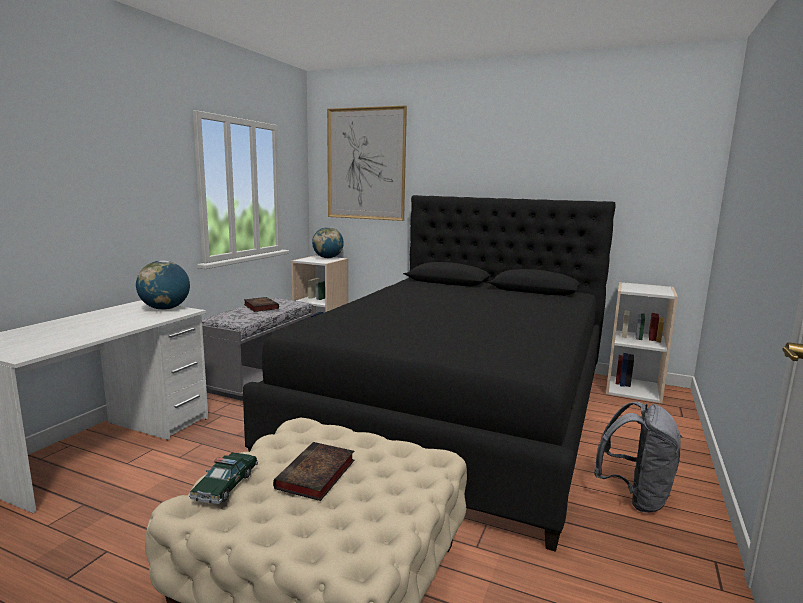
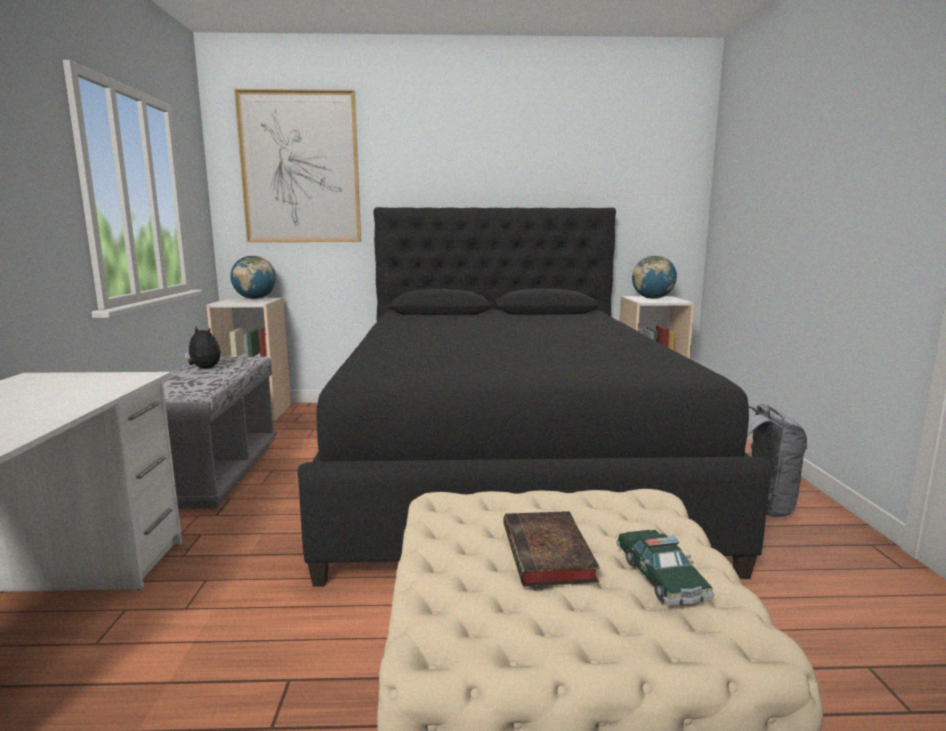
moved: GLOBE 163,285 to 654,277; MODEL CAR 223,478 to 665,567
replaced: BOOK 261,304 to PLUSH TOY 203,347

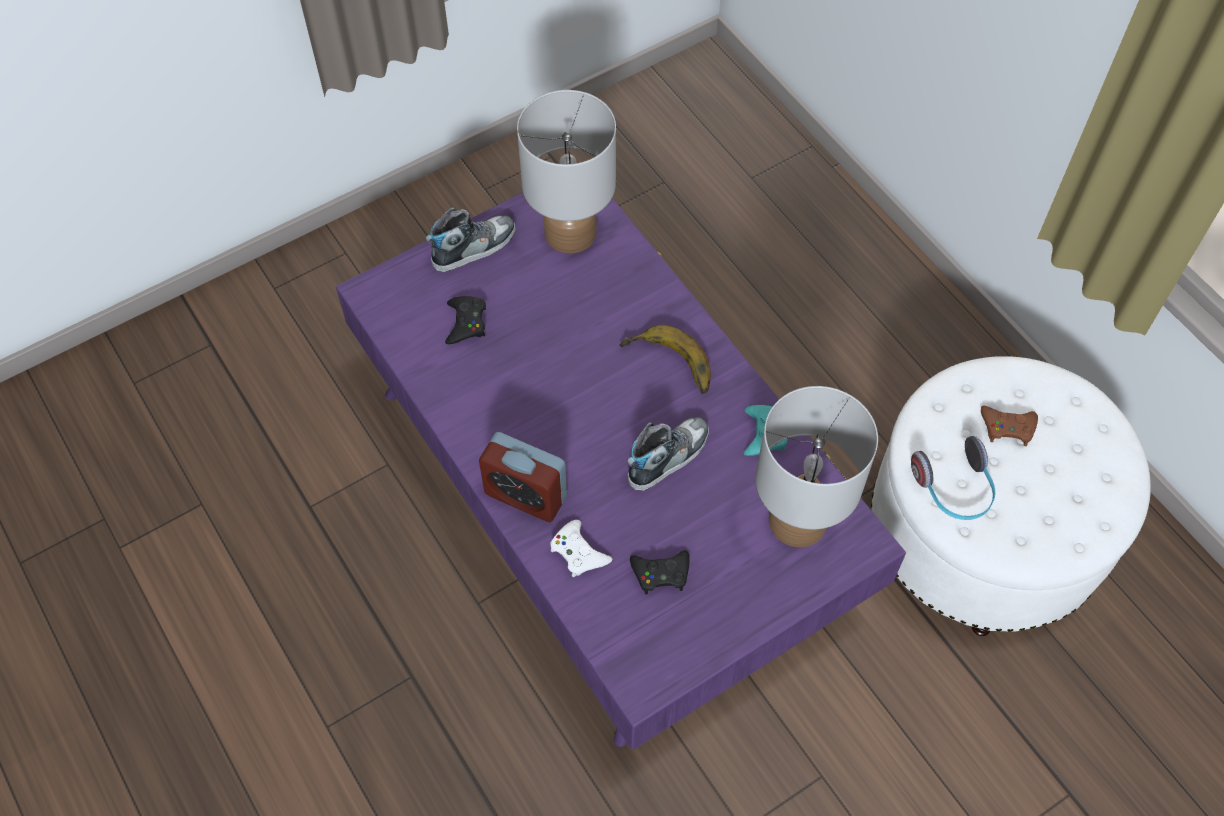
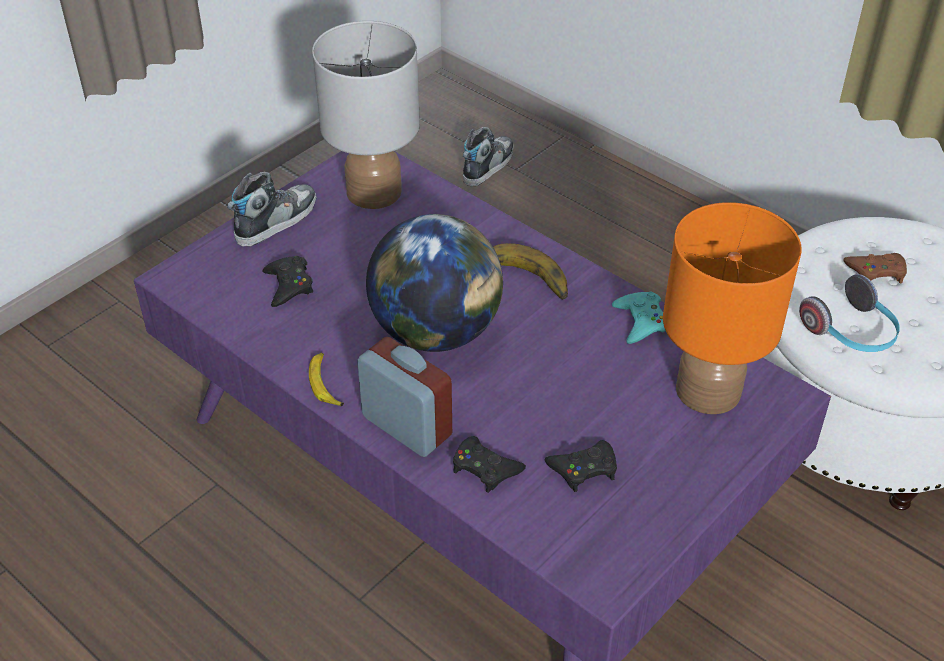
added: BANANA 326,379; GLOBE 434,283
moved: LOW SHOE 668,454 to 488,156
recoloured: WHITE-COLOURED GAME CONTROLLER 581,548 to BLACKISH GAME CONTROLLER 489,464; GRAY TABLE LAMP 816,466 to ORANGEY TABLE LAMP 732,308
turned: BEDSIDE CLOCK 523,477 = 404,397 150 degrees counterclockwise

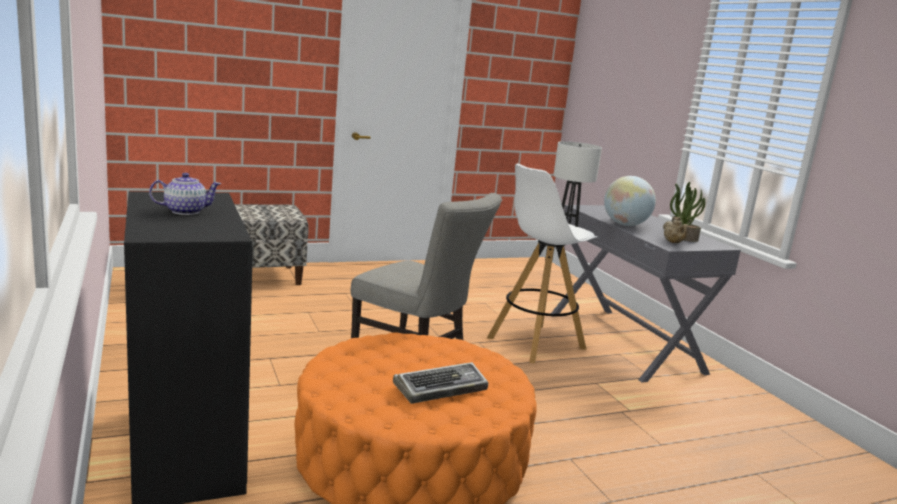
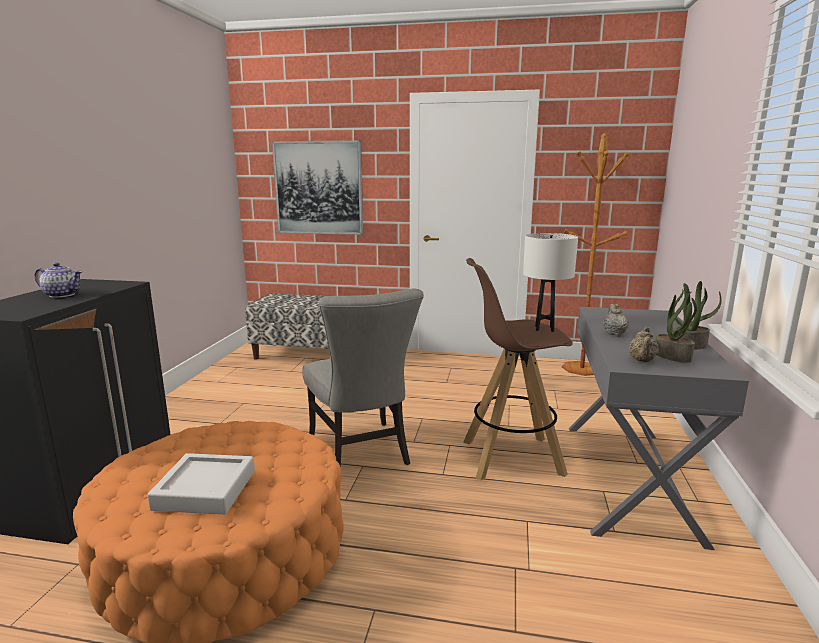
added: WALL ART 317,187; ORANGEY CLOTHES RACK 595,254
replaced: PC KEYBOARD 440,383 to GRAY CARRYING TRAY 201,484; GLOBE 630,201 to SAND-COLOURED TEAPOT 616,320
recoloured: WHITE-COLOURED SITTING STOOL 542,263 to BROWN-COLOURED SITTING STOOL 518,369

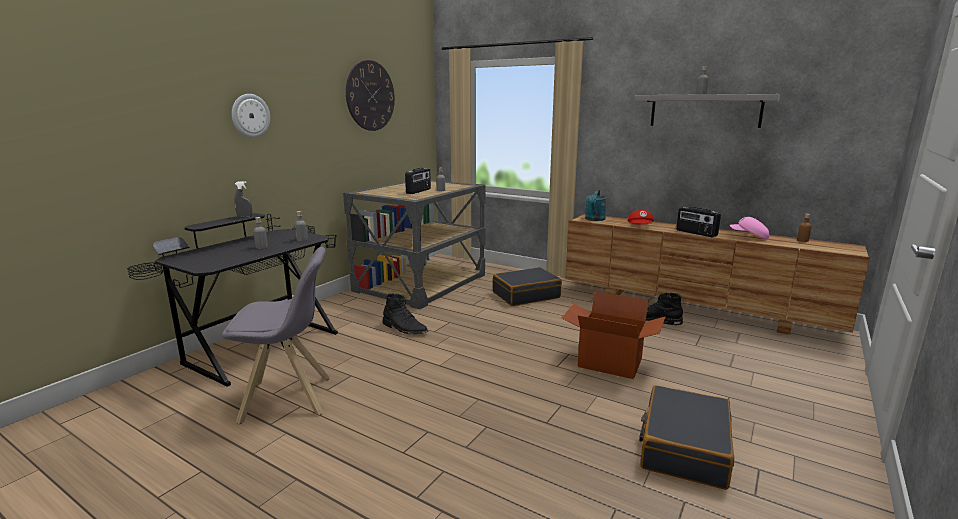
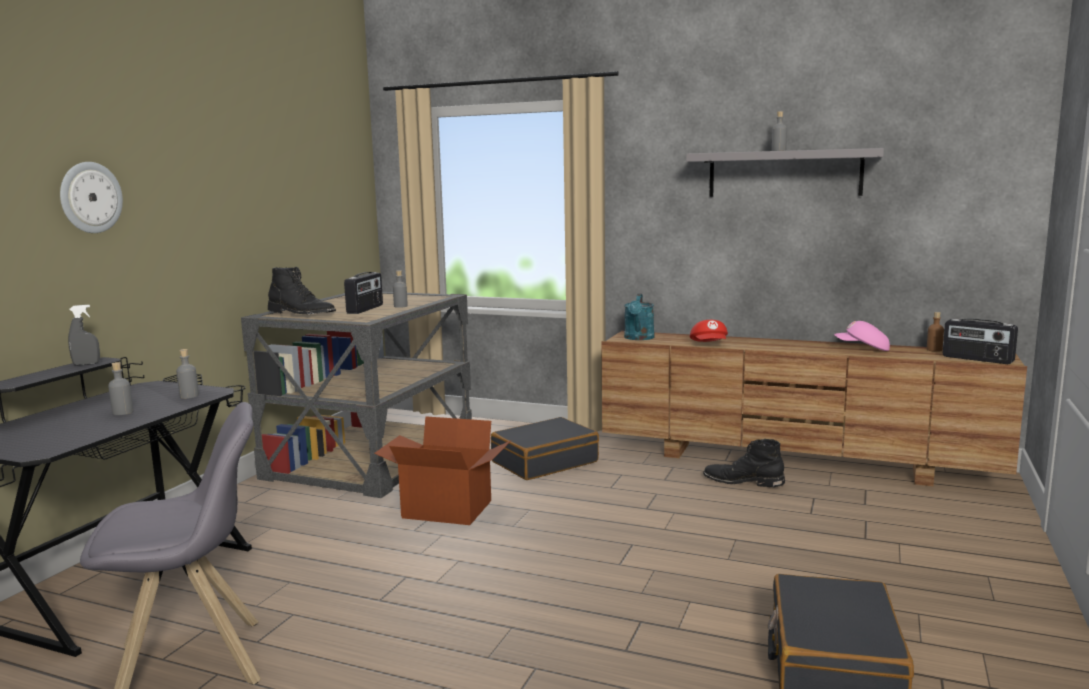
removed: CLOCK ON THE WALL 370,95
moved: BLACKISH TALL BOOT 405,313 to 302,290; PACKING BOX 614,335 to 442,470; RADIO SET 698,222 to 980,341

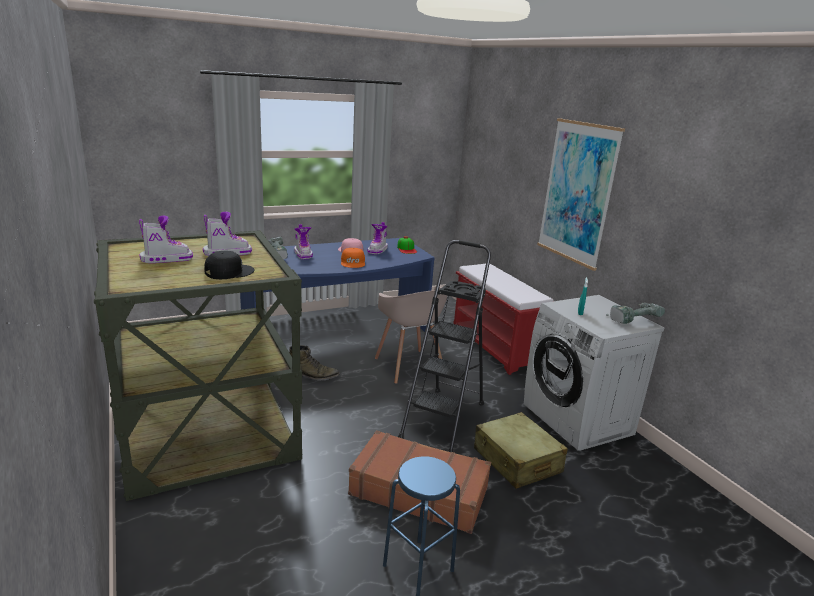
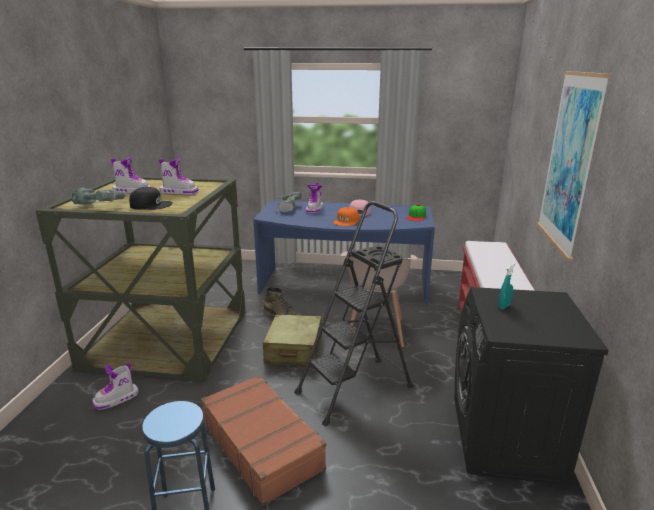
moved: TALL BOOT 377,238 to 115,386; SAND-COLOURED PIECE OF LUGGAGE 521,450 to 292,340; ELECTRIC DRILL 635,313 to 100,196
recoloured: WHITE-COLOURED LAUNDRY APPLIANCE 594,373 to BLACKISH LAUNDRY APPLIANCE 532,386

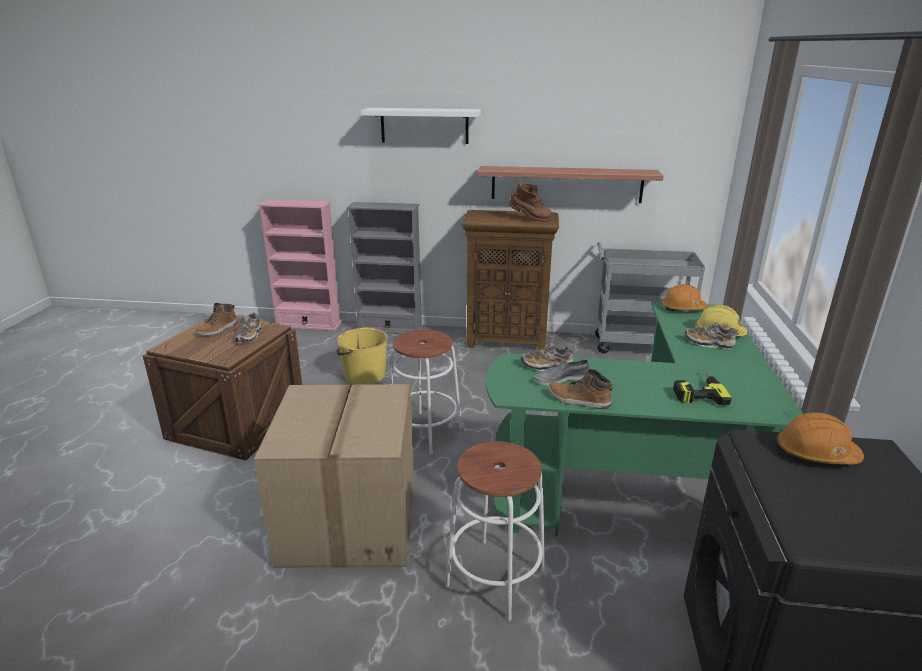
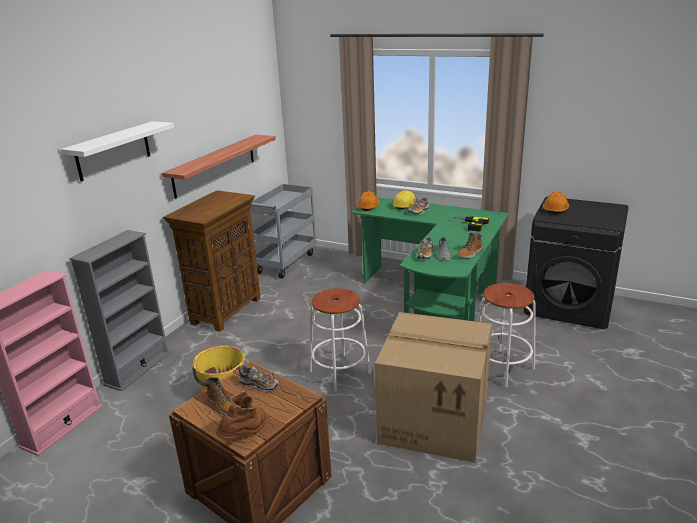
moved: BROWN-COLOURED TALL BOOT 531,202 to 241,415

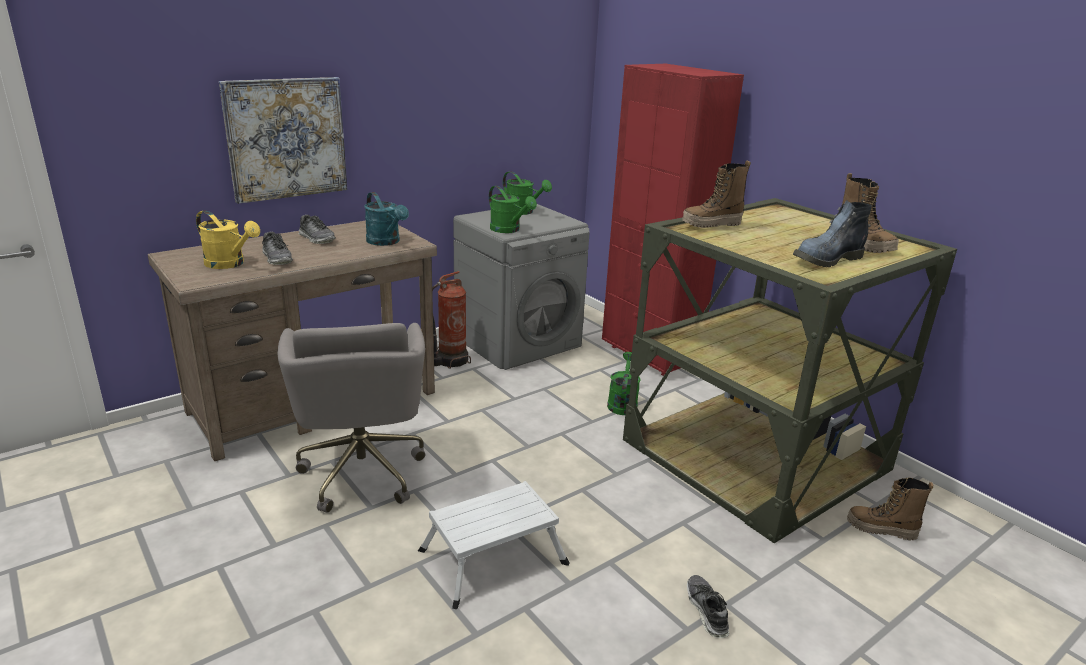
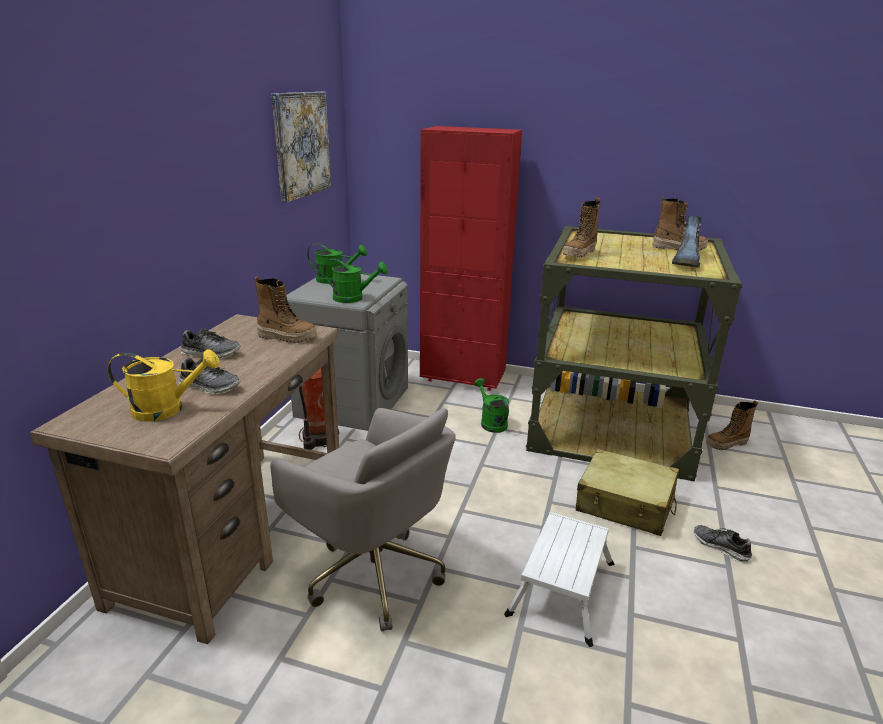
added: SAND-COLOURED PIECE OF LUGGAGE 627,492
moved: WALL ART 283,140 to 302,147
replaced: BLUE-GREEN SPRINKLING CAN 386,219 to TALL BOOT 285,310

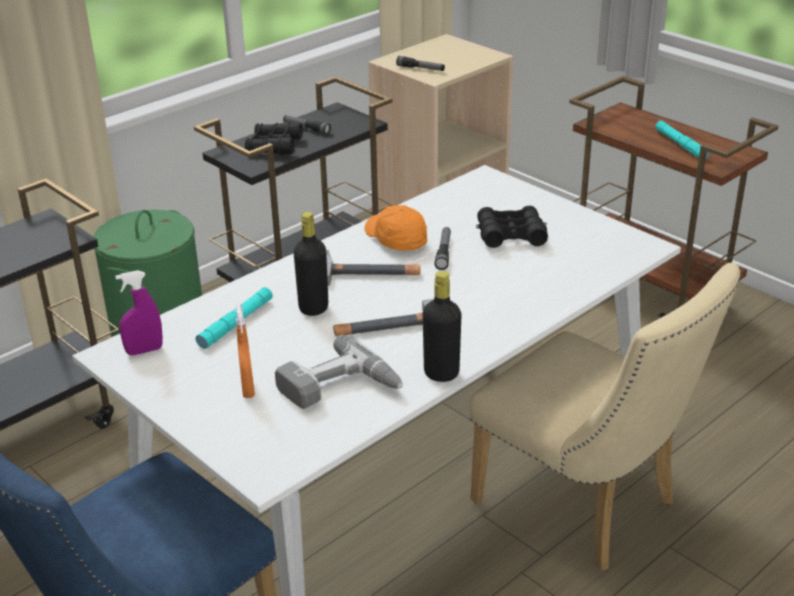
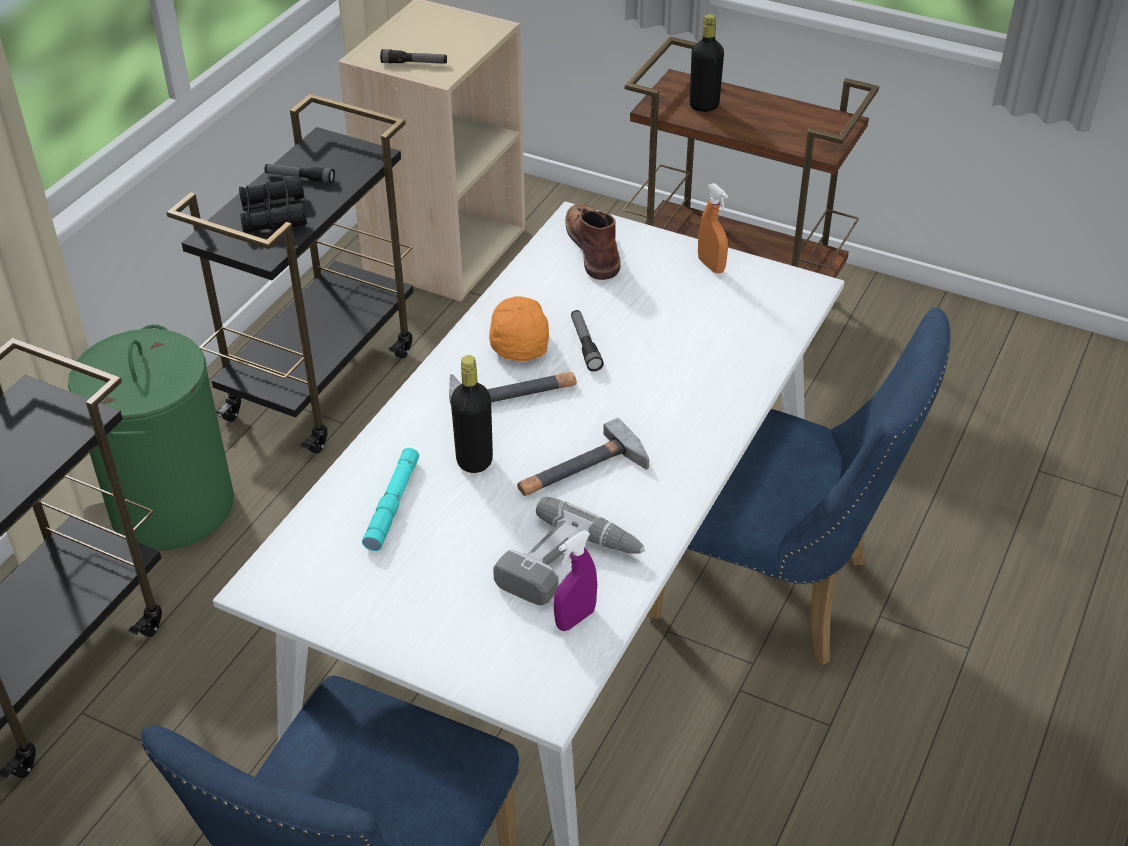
removed: BLACKISH PAIR OF BINOCULARS 512,227; BLUE-GREEN HAND TORCH 682,139
added: BROWN-COLOURED TALL BOOT 592,241
moved: PURPLE-COLOURED SPRAYER 139,312 to 575,580; ORANGEY SPRAYER 245,351 to 713,228; BLACKISH DRINK BOTTLE 442,326 to 707,63
recoloured: SAND-COLOURED UPRIGHT CHAIR 605,417 to BLUE UPRIGHT CHAIR 799,486
turned: ORANGEY BASEBALL CAP 396,228 = 519,329 45 degrees clockwise

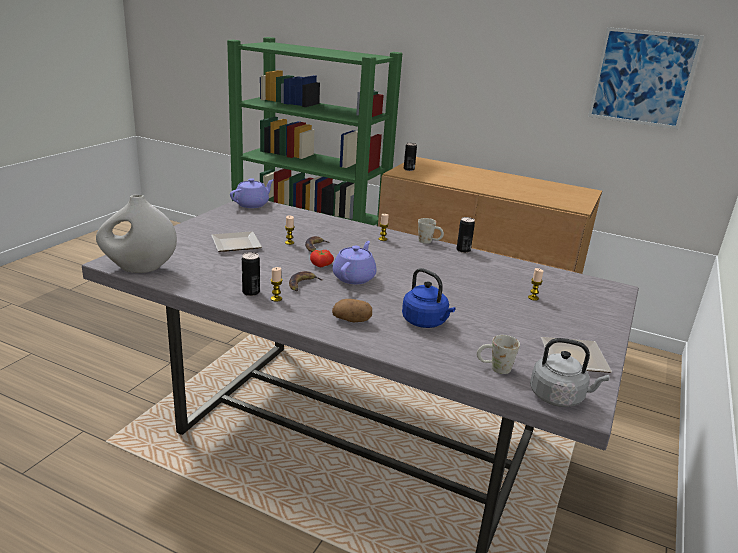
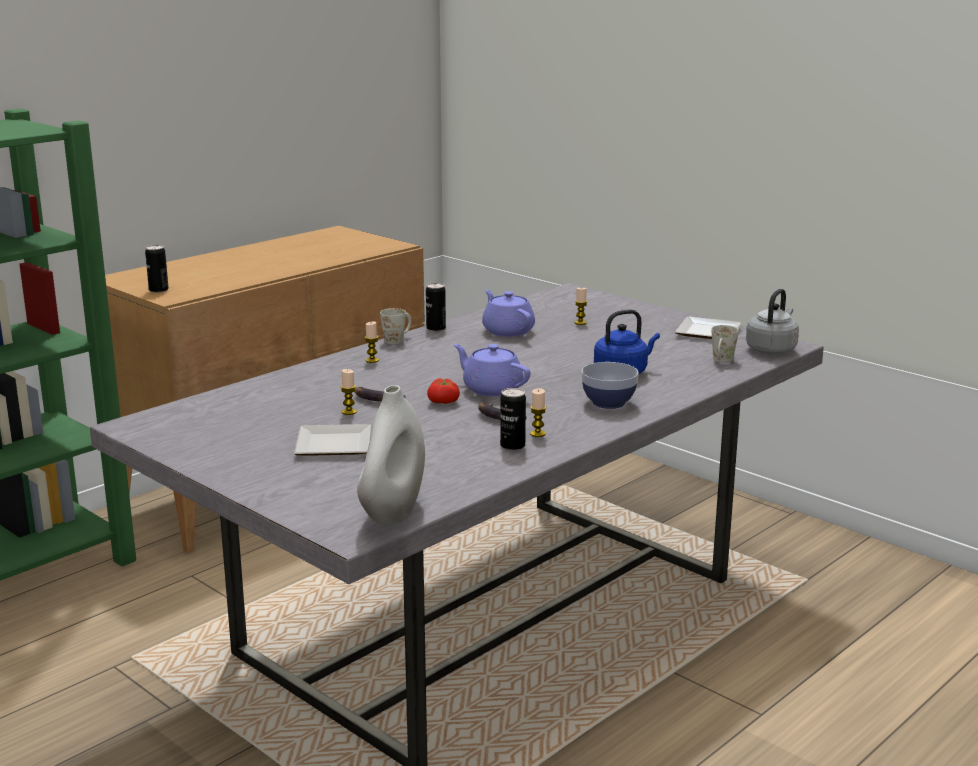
removed: WALL ART 646,78
moved: PURPLE-COLOURED TEAPOT 252,193 to 508,313
replaced: SPUD 352,310 to SERVING BOWL 610,385

